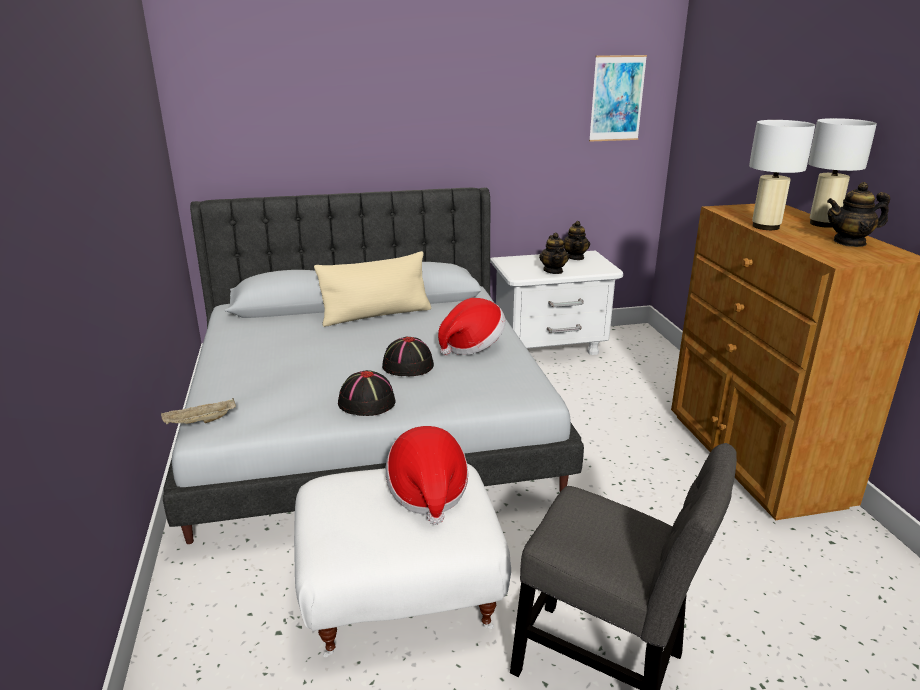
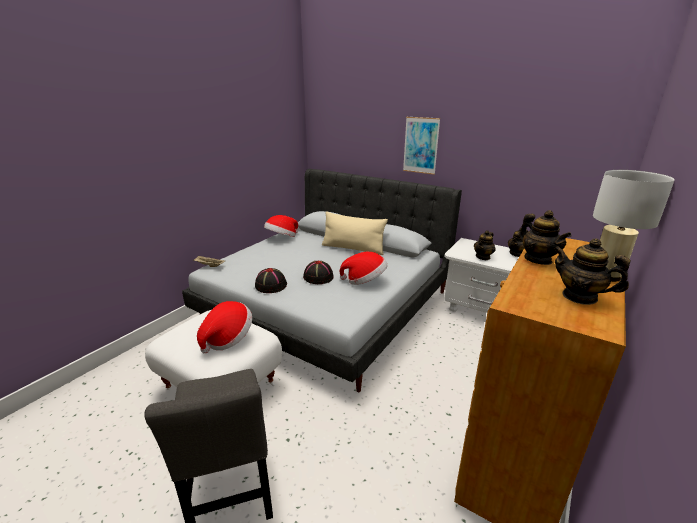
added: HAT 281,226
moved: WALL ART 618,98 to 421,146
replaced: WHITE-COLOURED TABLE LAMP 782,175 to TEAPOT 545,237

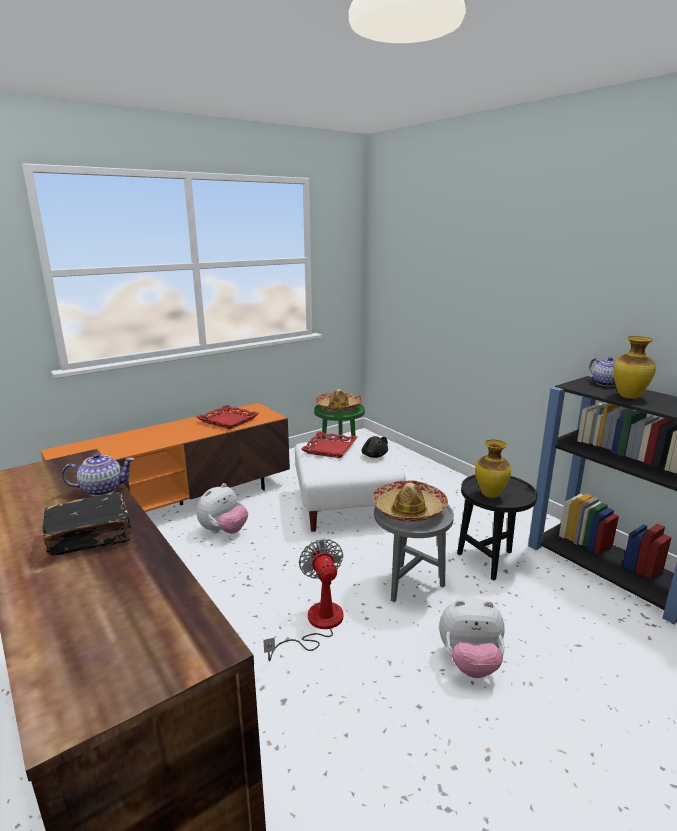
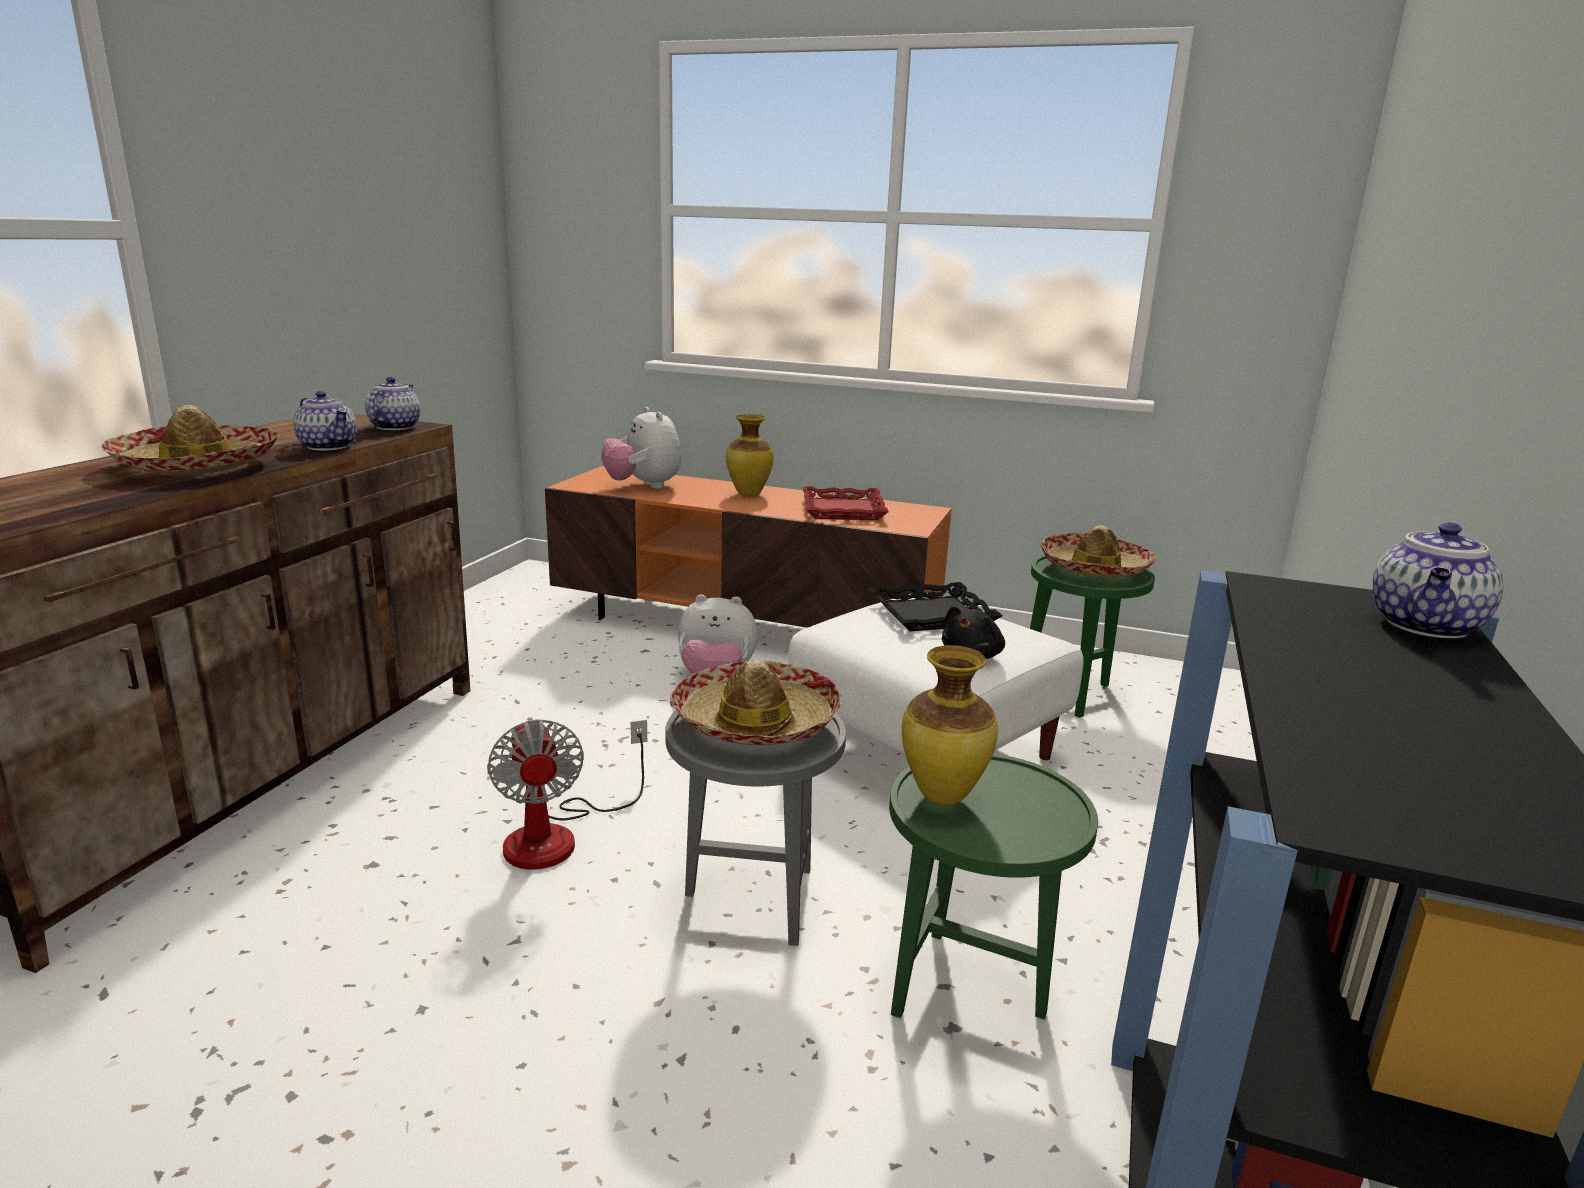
added: TEAPOT 392,403
moved: PLUSH TOY 472,637 to 641,448; VASE 634,367 to 750,455
replaced: BLACKISH BOOK 86,524 to HAT 190,440
recoloured: REDDISH CARRYING TRAY 329,445 to BLACKISH CARRYING TRAY 936,606; BLACKISH SIDE TABLE 497,528 to GREEN SIDE TABLE 993,887
turned: ELECTRIC FAN 303,600 = 567,793 120 degrees clockwise

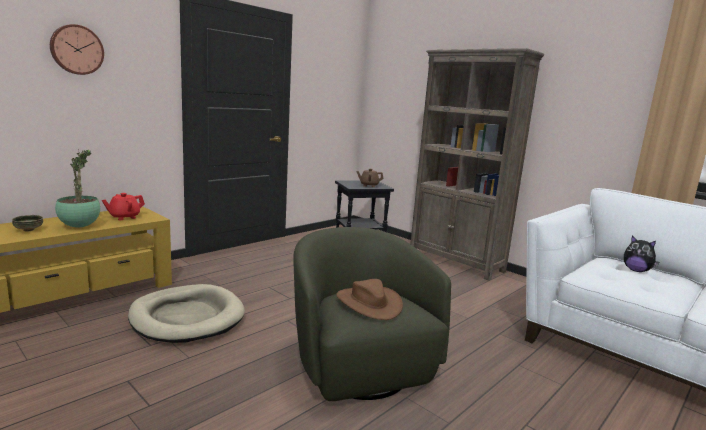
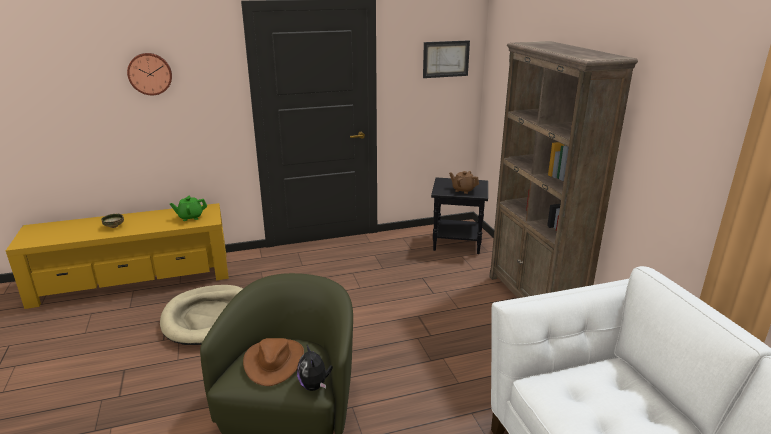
removed: POTTED PLANT 77,189
added: WALL ART 446,59
moved: PLUSH TOY 641,254 to 315,368
recoloured: REDDISH TEAPOT 123,206 to GREEN TEAPOT 188,208

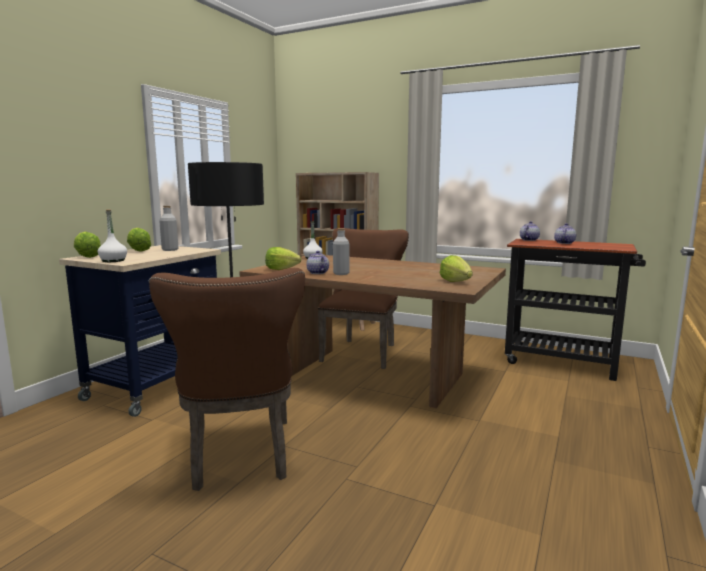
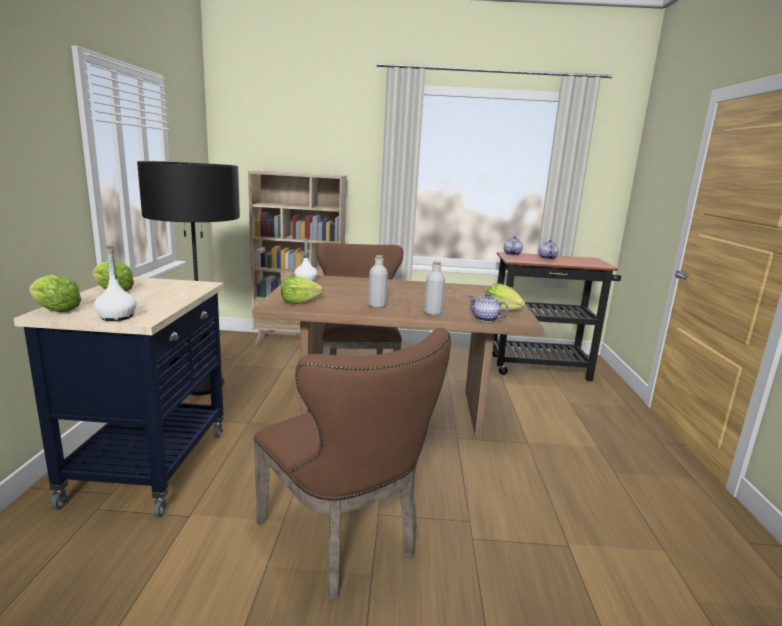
moved: GRAY DRINK BOTTLE 168,228 to 434,288; TEAPOT 317,262 to 488,307

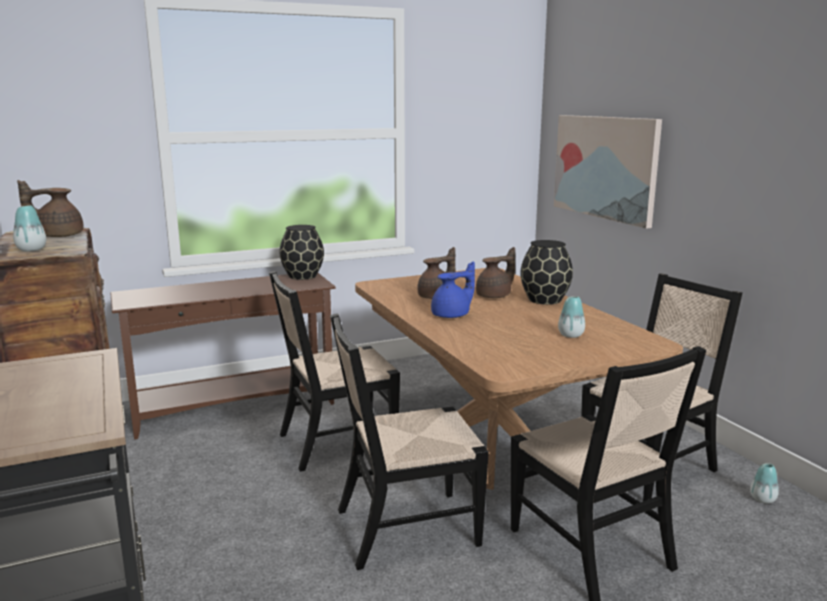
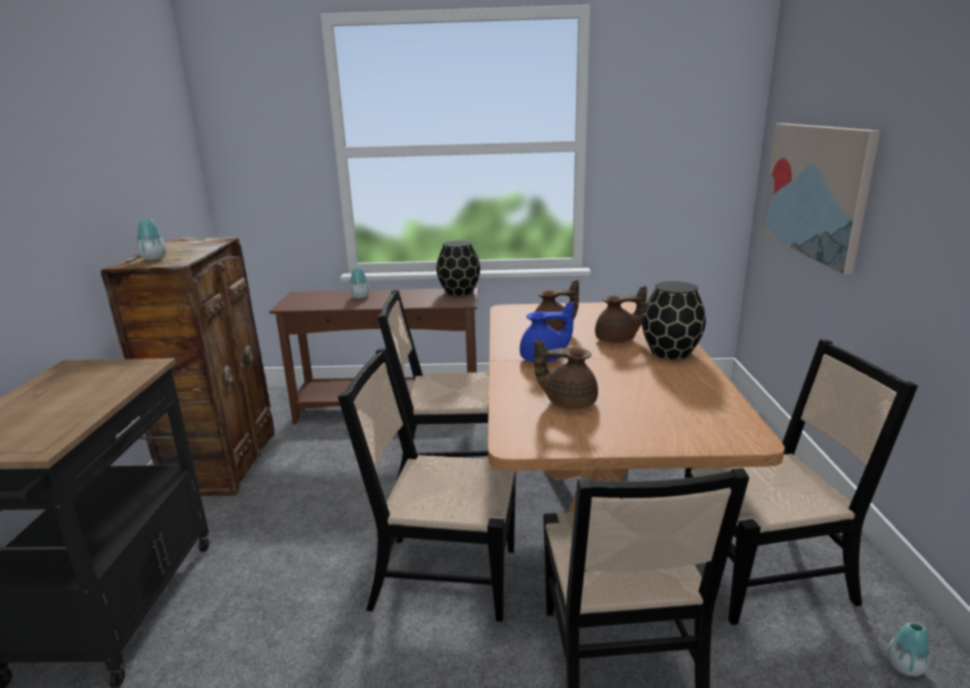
moved: BROWN-COLOURED TEAPOT 50,208 to 566,374; VASE 571,317 to 359,283

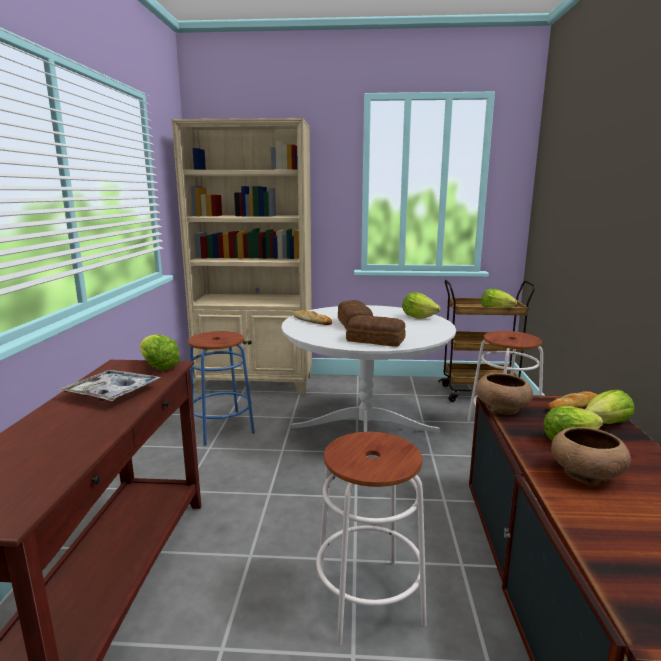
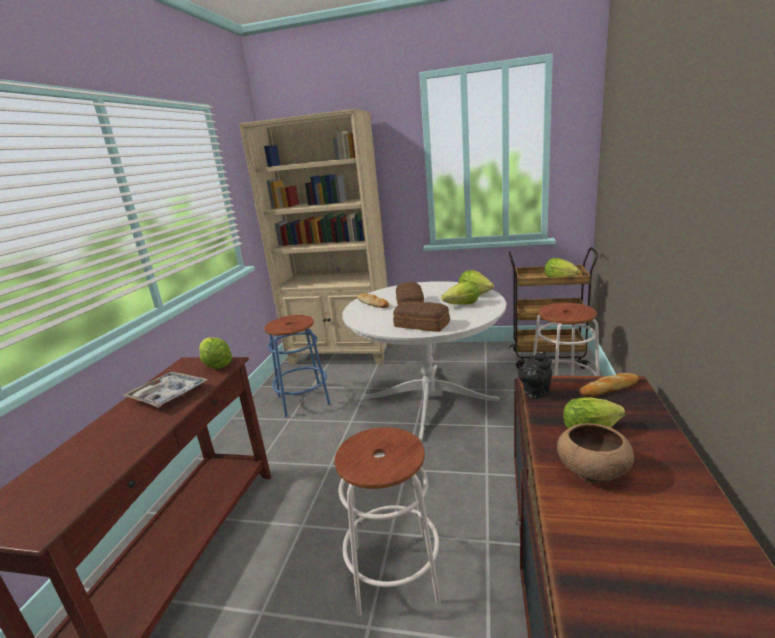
moved: LETTUCE HEAD 610,407 to 460,293
replaced: BROWN-COLOURED SERVING BOWL 504,394 to BLACKISH TEAPOT 535,375

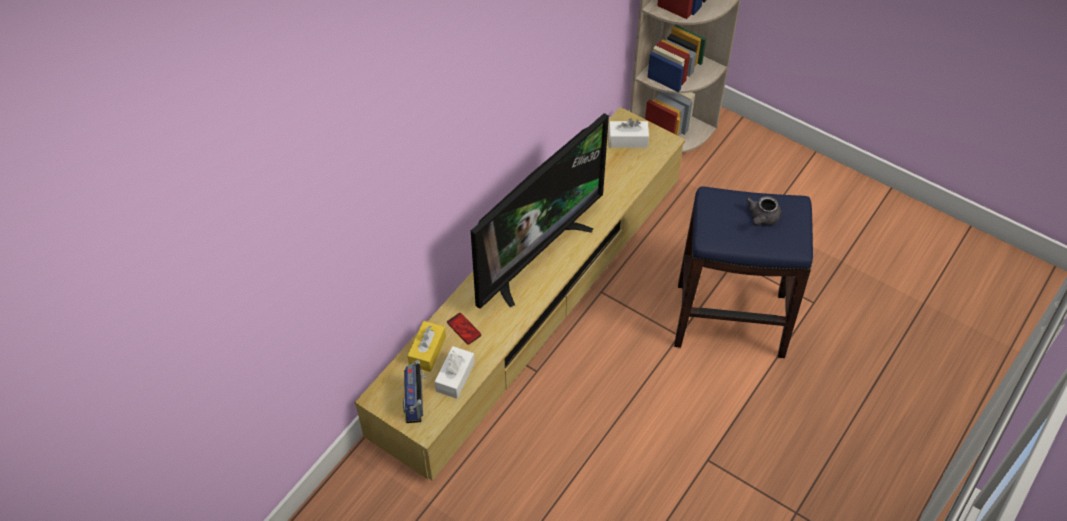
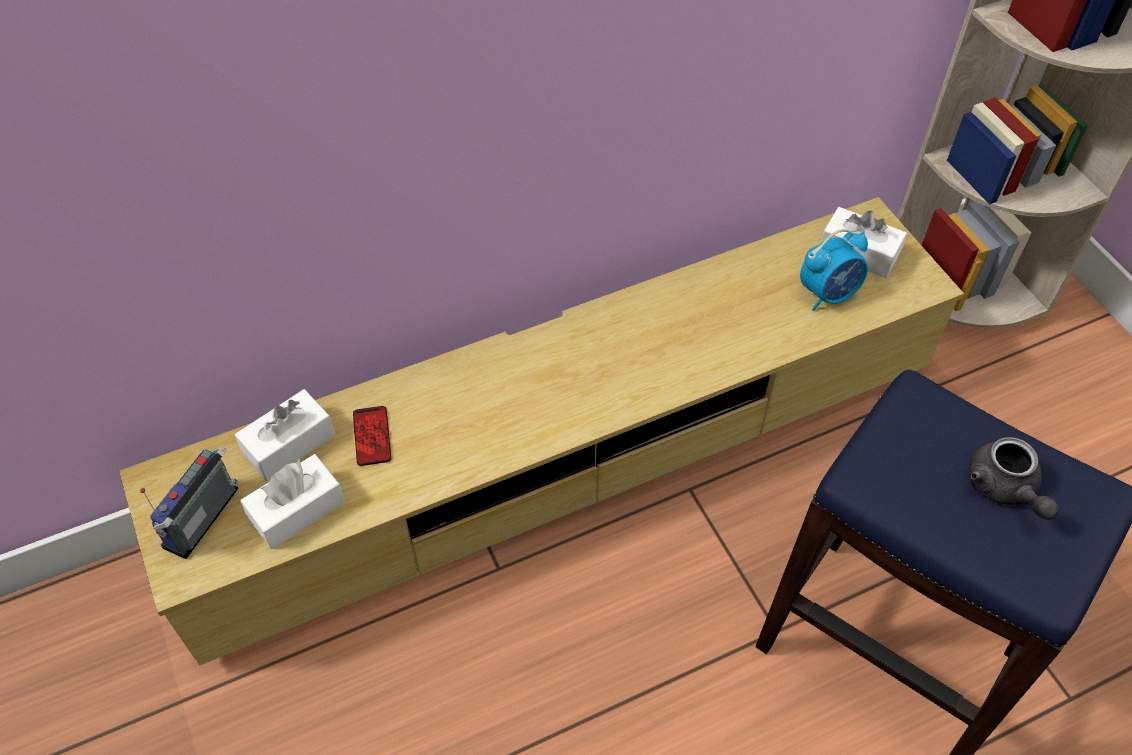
removed: TV 540,211
added: BEDSIDE CLOCK 834,270
recoloured: YELLOWISH BOX OF TISSUES 426,346 to WHITE-COLOURED BOX OF TISSUES 285,435
turned: GRAY TEAPOT 764,211 = 1014,478 75 degrees counterclockwise

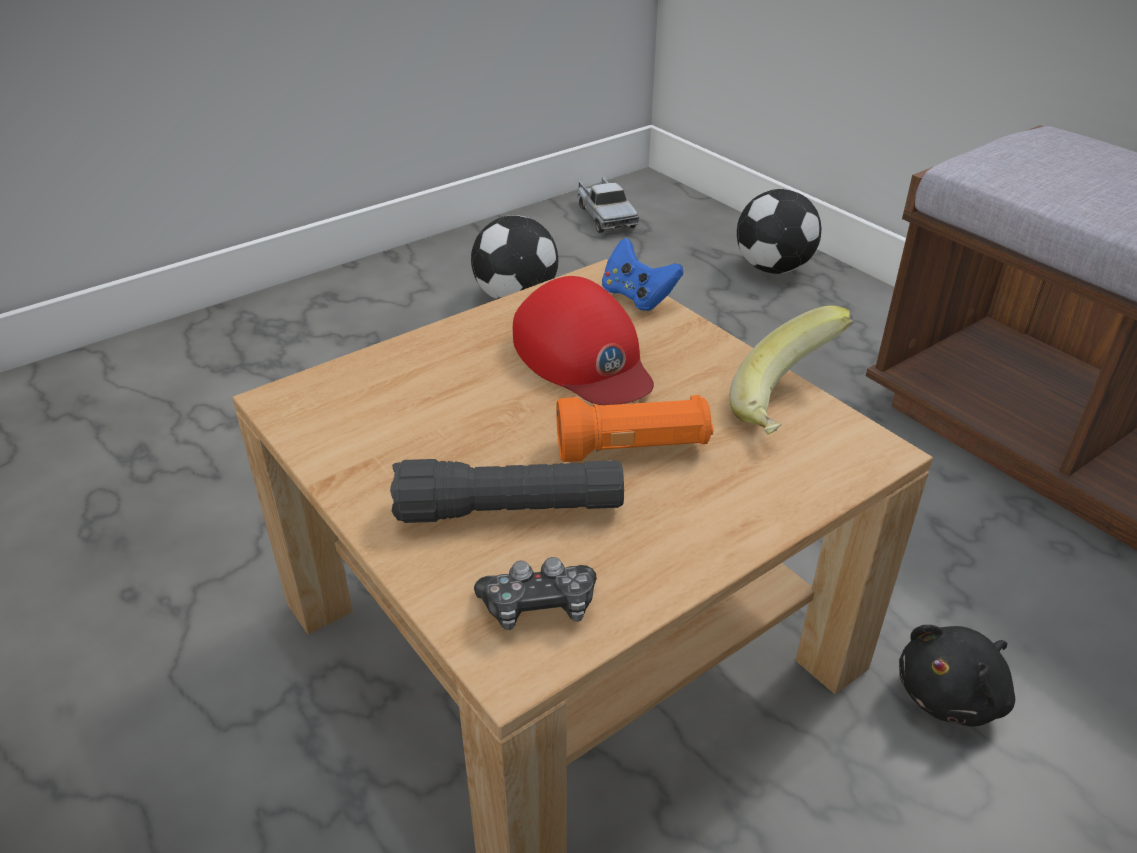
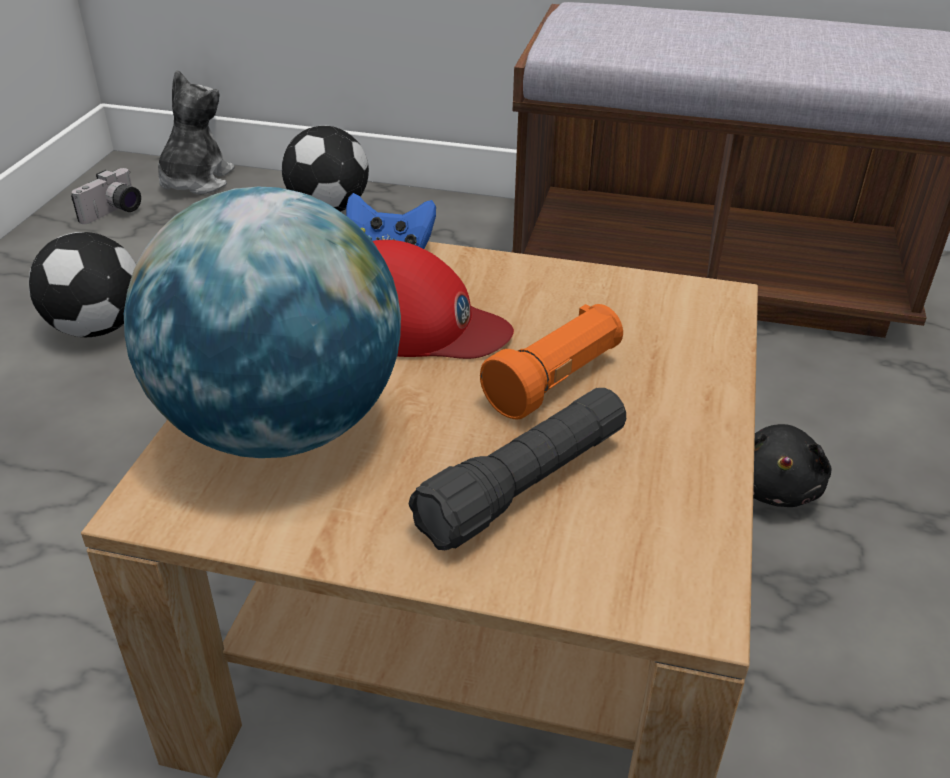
removed: GAME CONTROLLER 535,593; BANANA 791,370
added: GLOBE 262,322; PLUSH TOY 196,132
replaced: TOY TRUCK 608,205 to PHOTO CAMERA 106,196

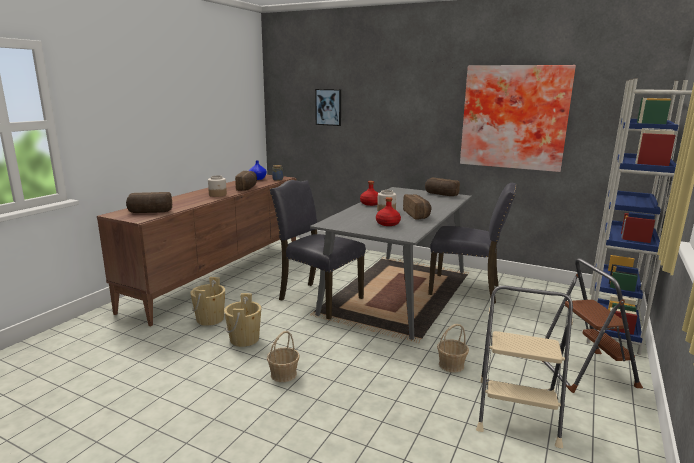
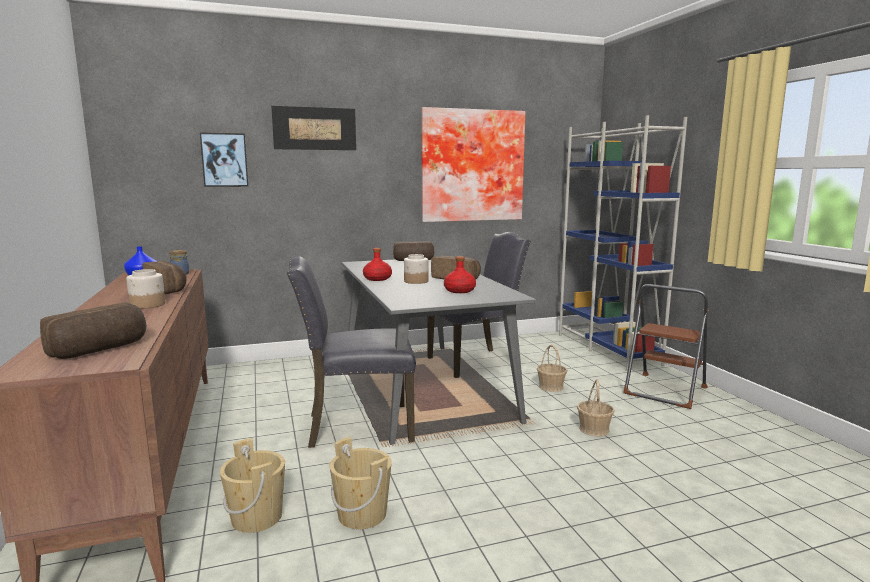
removed: SAND-COLOURED STEP STOOL 524,367
added: WALL ART 313,128
moved: HOUSEHOLD BASKET 283,356 to 552,368

